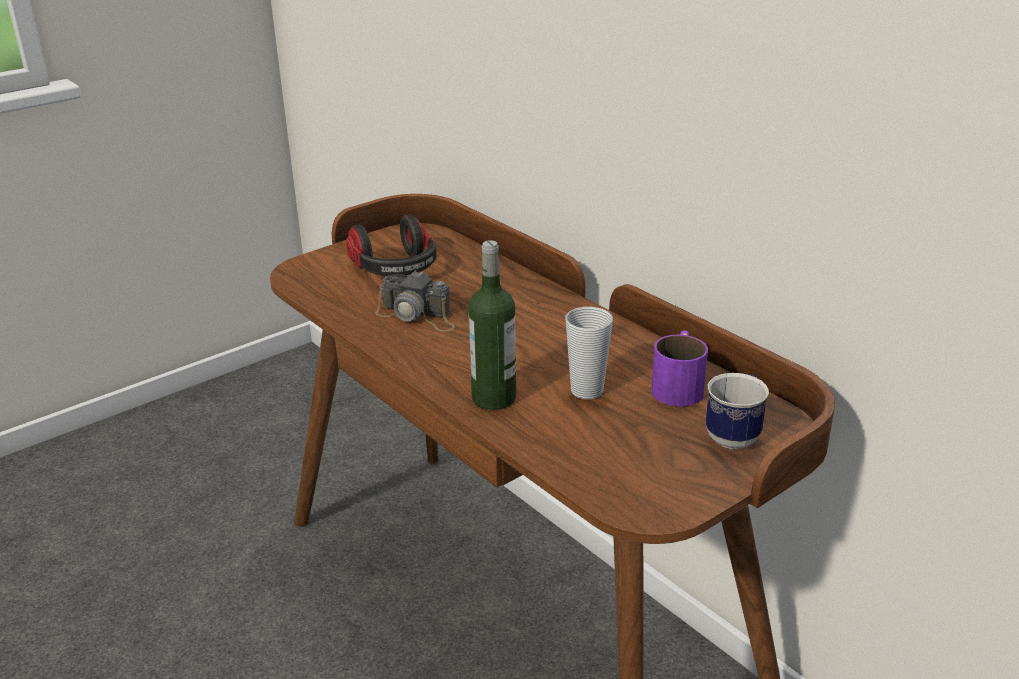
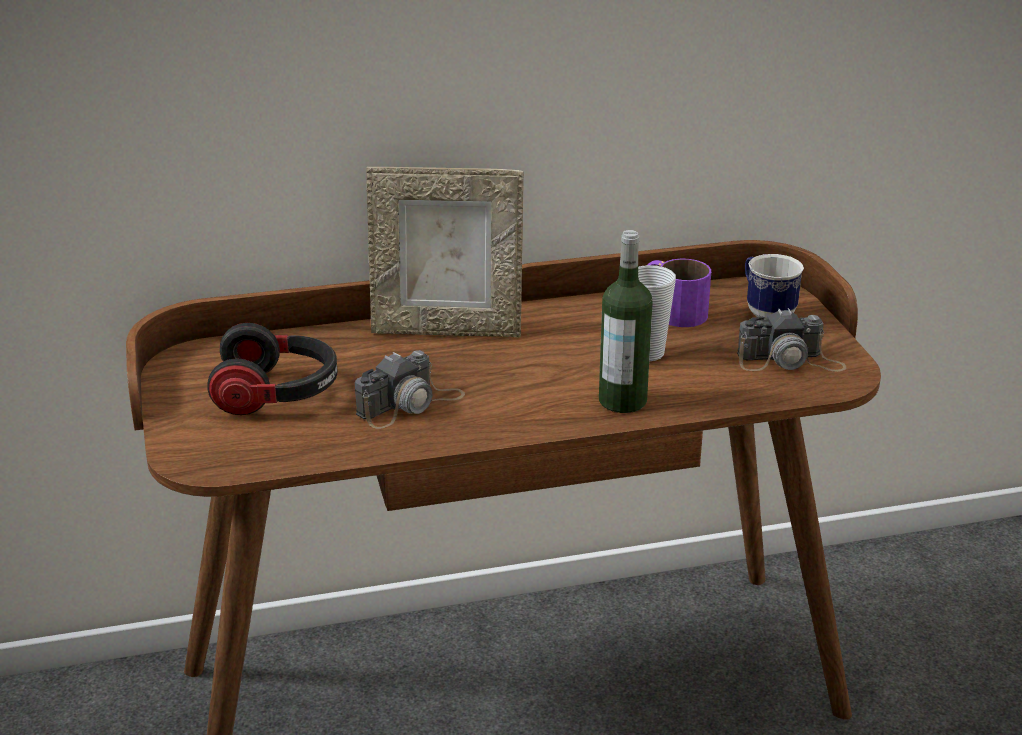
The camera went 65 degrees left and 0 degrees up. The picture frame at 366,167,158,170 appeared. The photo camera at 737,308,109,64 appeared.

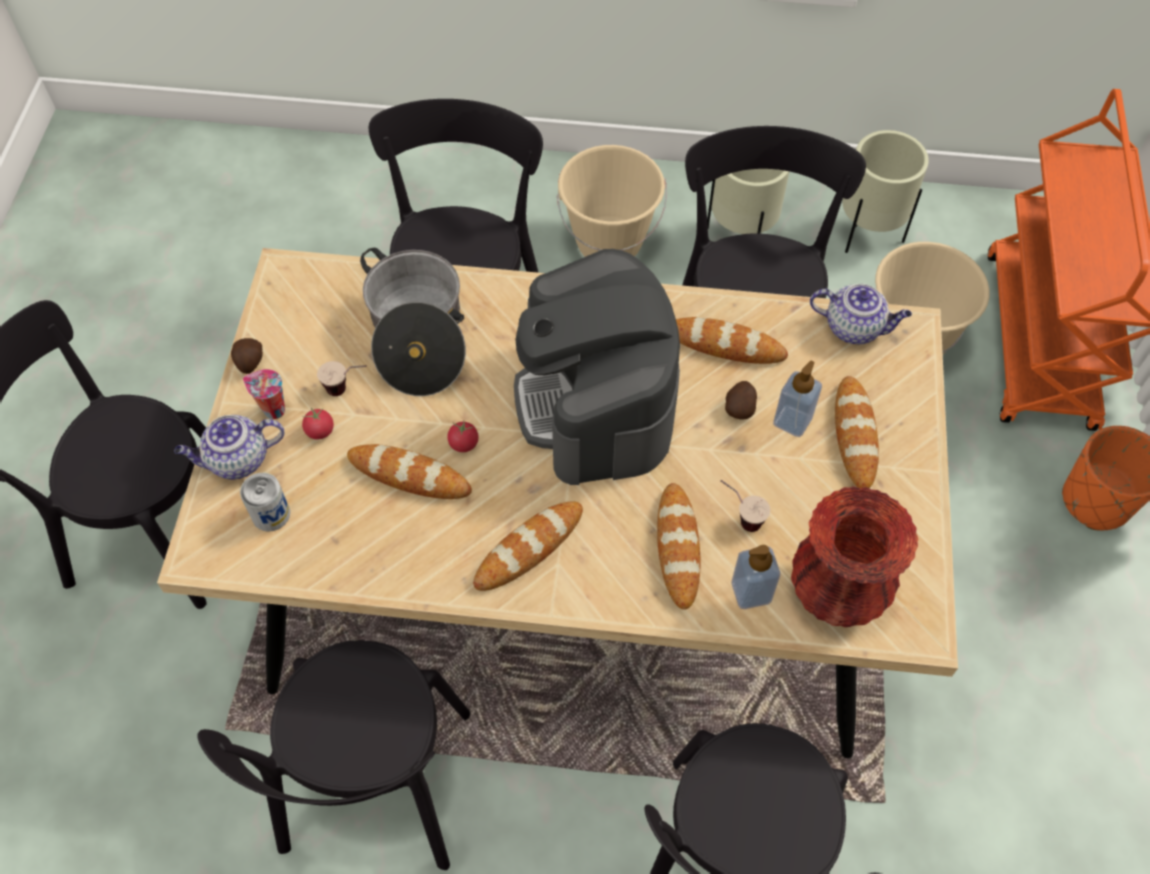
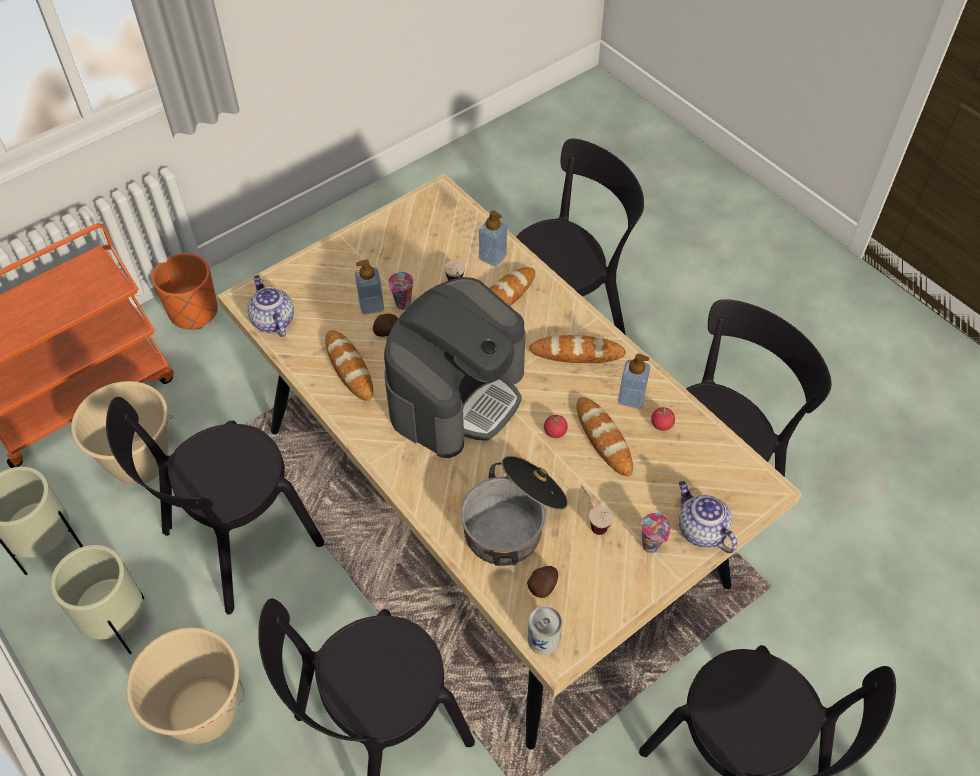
The camera went 135 degrees left and 5 degrees down. The potato moved from 231,338,32,36 to 527,566,31,32. The bread at 835,376,44,112 disappeared. The tomato moved from 302,408,32,32 to 651,407,24,24. The teapot at 174,415,110,64 turned 150 degrees counterclockwise. The can moved from 240,473,50,59 to 528,606,34,49. The vase (red) at 791,487,127,140 disappeared. The cup at 388,272,26,38 appeared. The soap dispenser at 618,353,32,56 appeared.

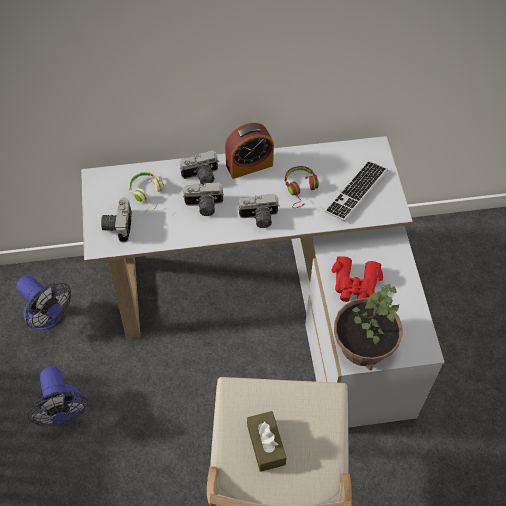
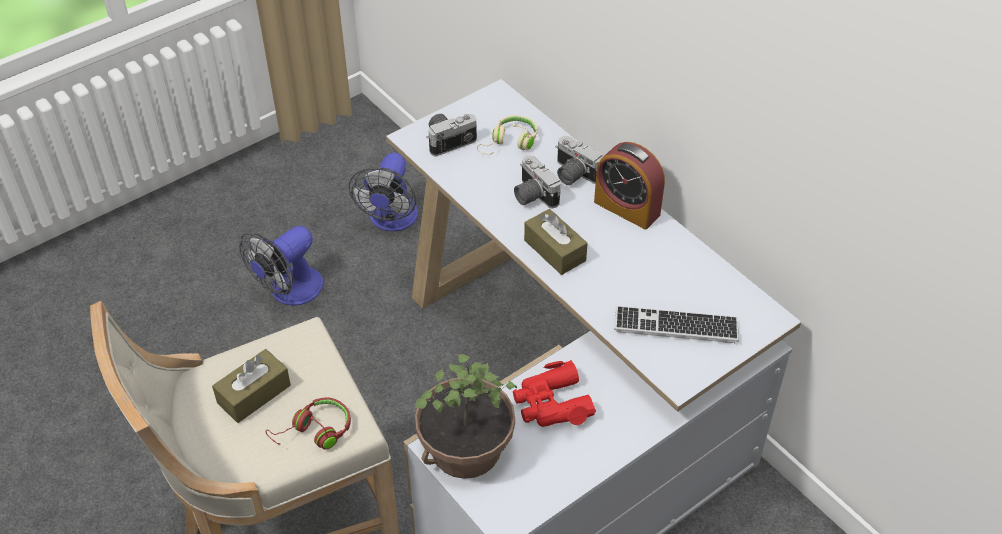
The camera went 60 degrees right and 10 degrees down. The headphones (red) moved from 285,166,34,42 to 265,397,86,53. The photo camera at 238,194,42,34 was replaced by the tissue box (brown) at 524,209,64,66.

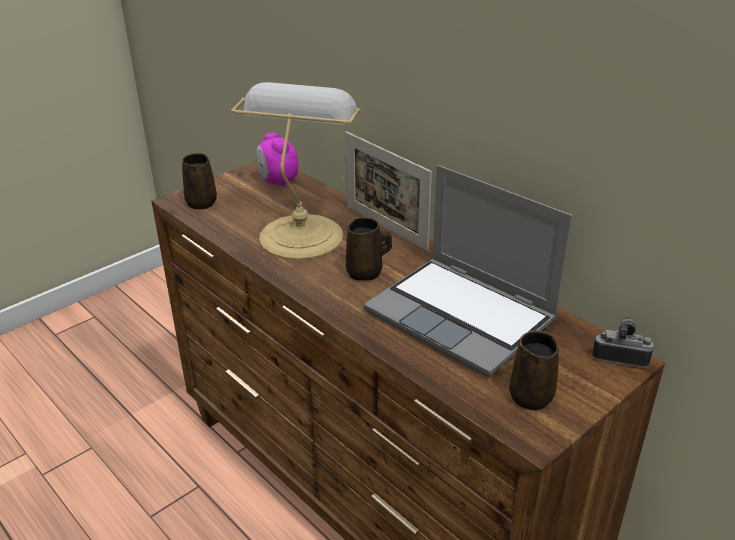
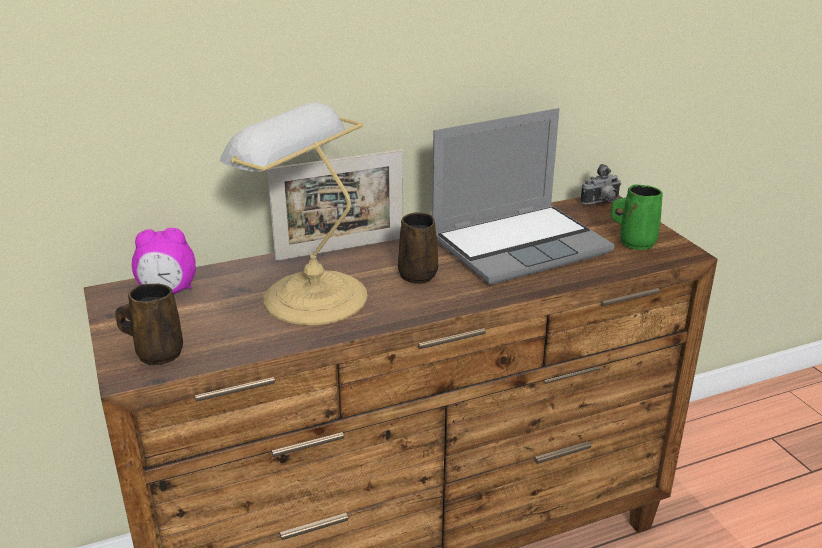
The camera went 70 degrees left and 5 degrees down. The photo camera at 592,316,62,52 turned 150 degrees counterclockwise. The mug (brown) at 509,330,50,80 became the mug (green) at 611,185,52,65.

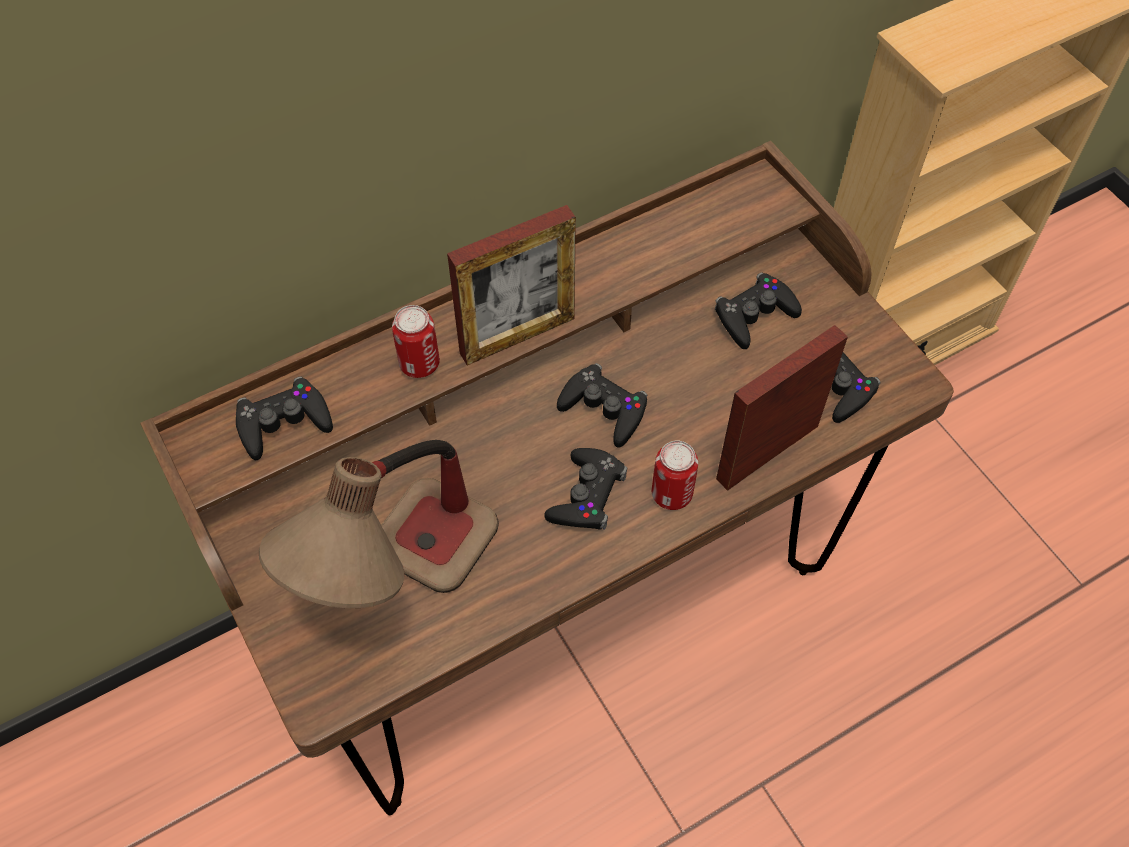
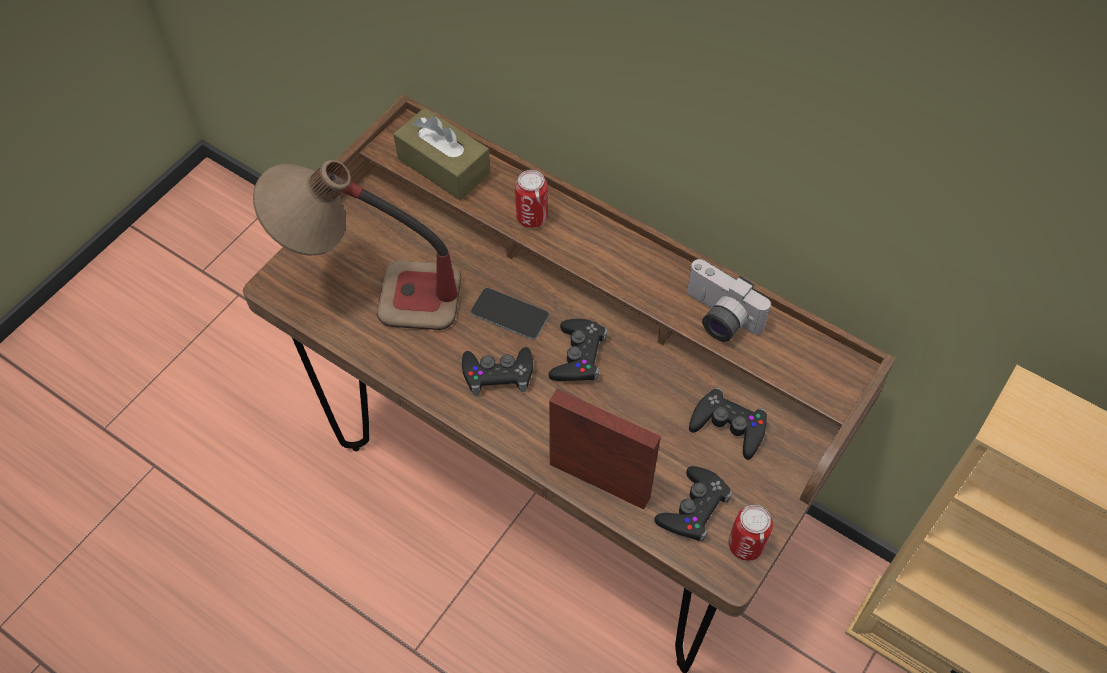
The camera went 65 degrees right and 0 degrees up. The picture frame at 447,205,129,160 disappeared. The game controller (black) at 236,376,97,84 was replaced by the tissue box (brown) at 393,107,98,93. The can moved from 651,441,47,69 to 728,505,45,56. The photo camera at 687,259,84,83 appeared. The phone at 471,288,78,51 appeared.

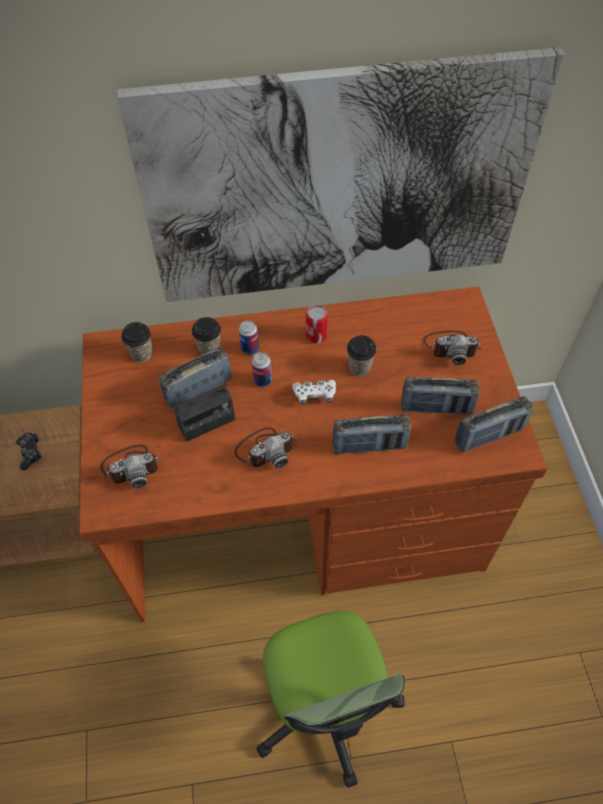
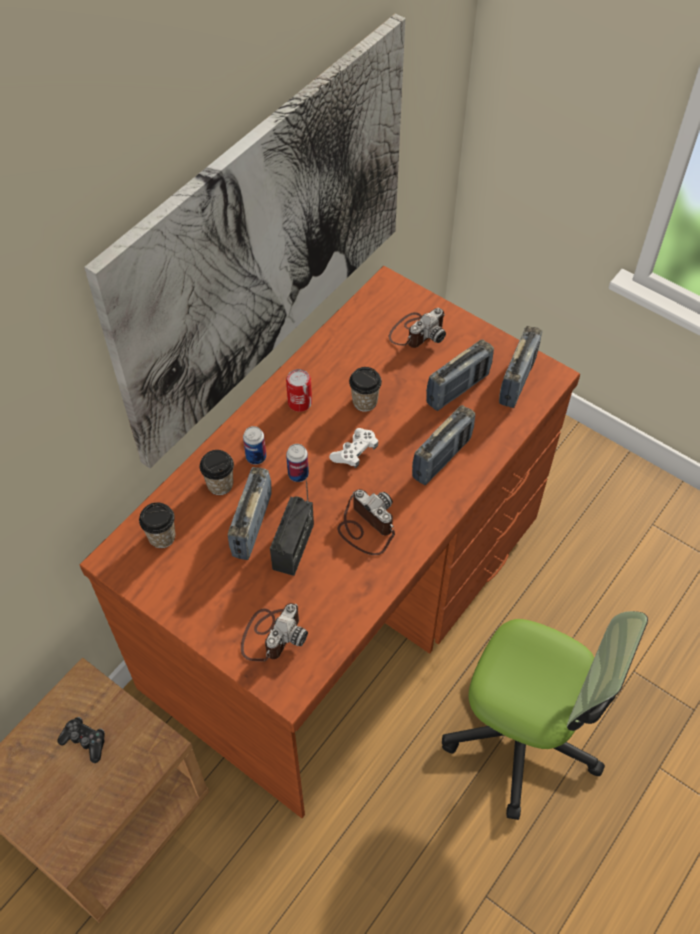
The camera went 45 degrees left and 0 degrees up. The photo camera at 234,427,61,41 turned 60 degrees counterclockwise.

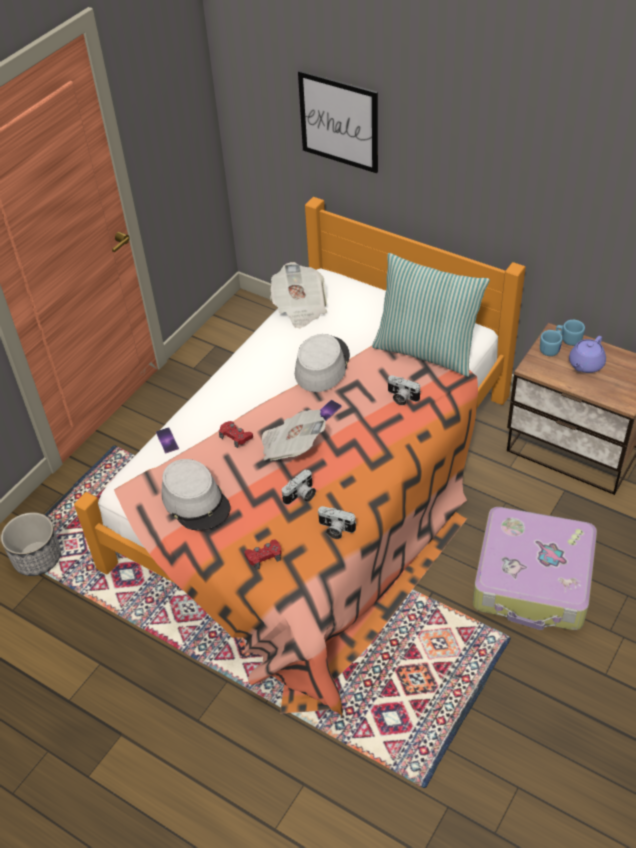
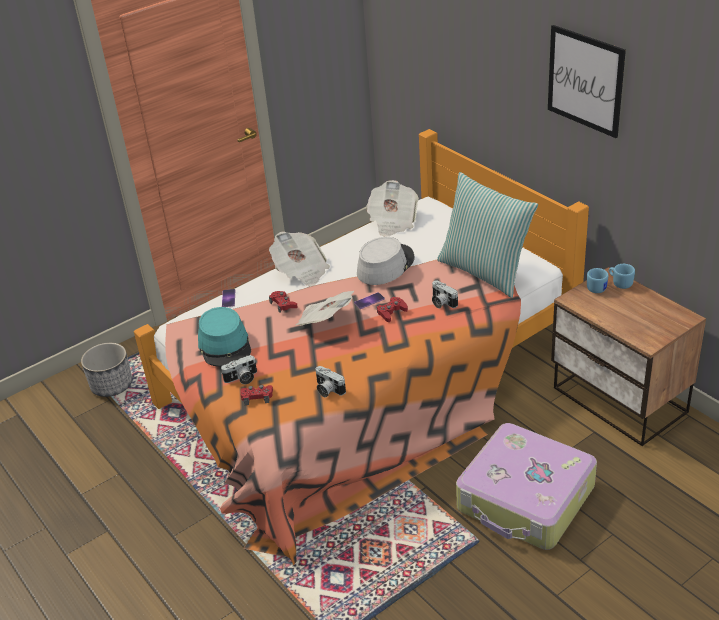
The camera went 20 degrees right and 10 degrees down. The picture moved from 298,70,80,103 to 548,25,78,113. The teapot (purple) at 569,336,37,37 disappeared. The hat (grey) at 162,459,68,71 became the hat (turquoise) at 198,307,53,60. The photo camera moved from 282,469,34,36 to 221,355,36,29. The newspaper at 269,231,61,55 appeared. The game controller (red) at 377,297,31,25 appeared.

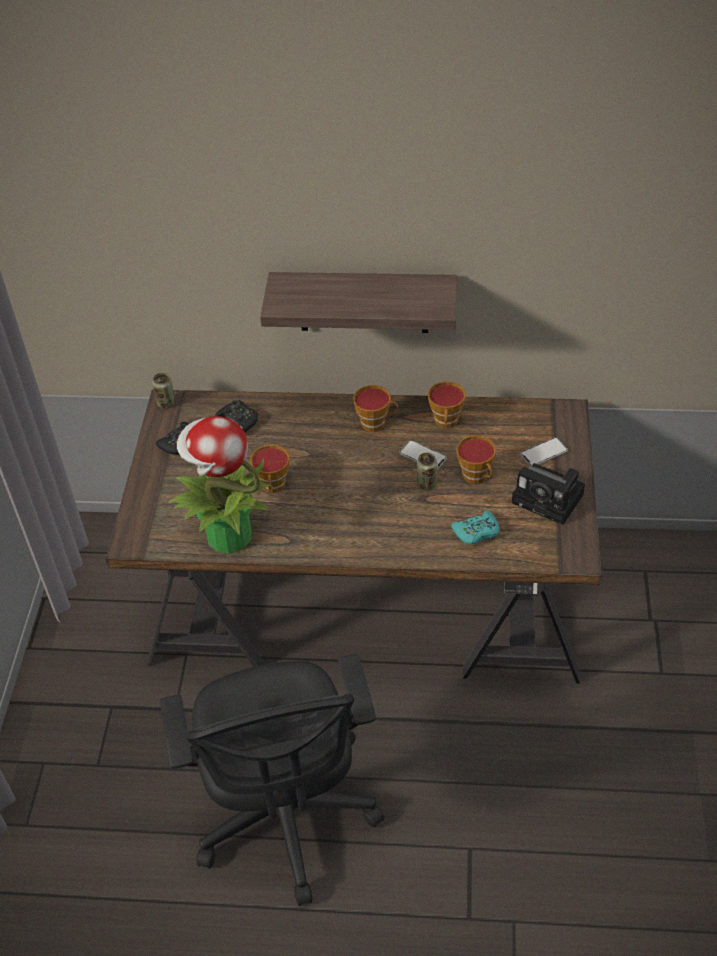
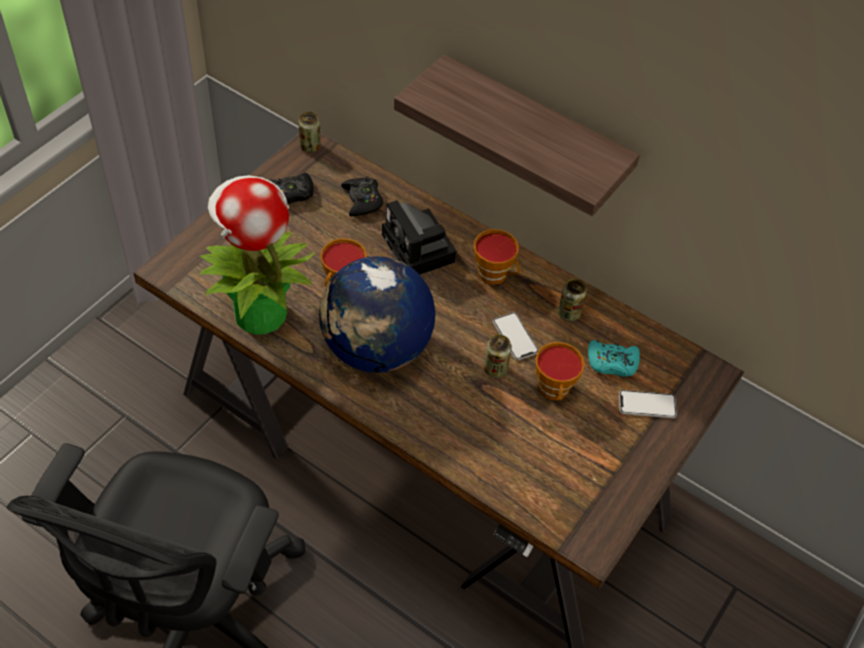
The camera went 25 degrees right and 5 degrees up. The cup at 428,381,38,47 was replaced by the can at 558,279,29,42. The photo camera moved from 512,463,73,62 to 382,200,75,75. The game controller (turquoise) moved from 451,510,49,34 to 588,340,52,36. The globe at 319,256,116,117 appeared.

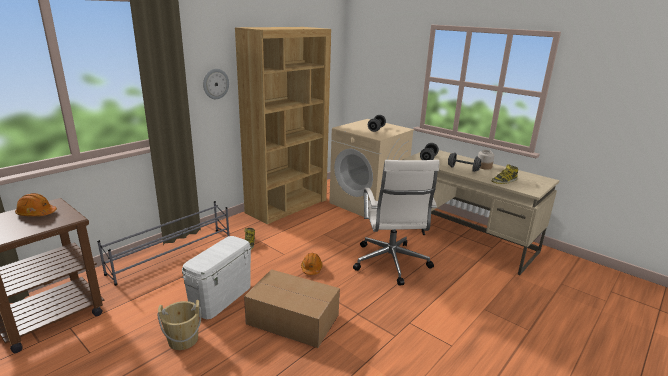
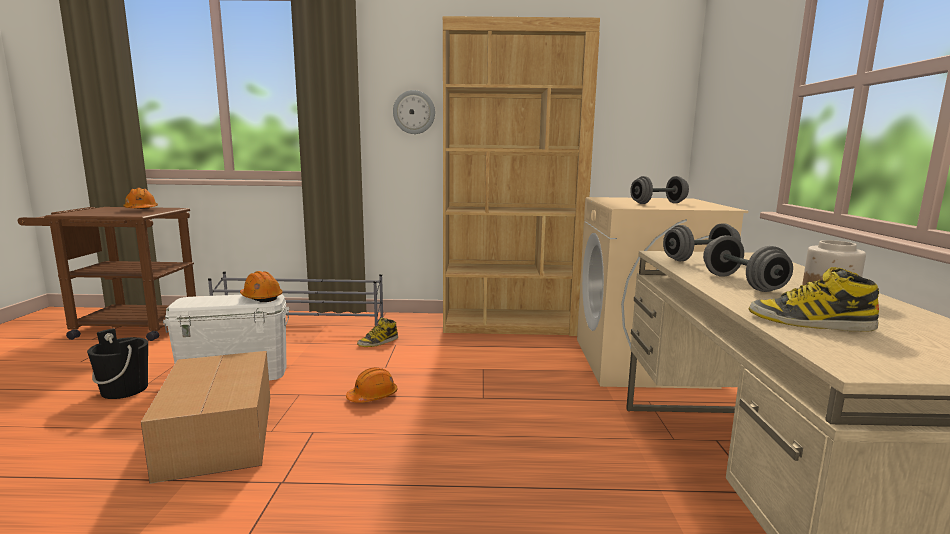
The camera went 50 degrees right and 10 degrees down. The office chair (white) at 353,160,87,126 disappeared. The bucket (beige) at 157,300,44,50 became the bucket (black) at 87,328,61,71. The hard hat (orange) at 240,271,43,31 appeared.

